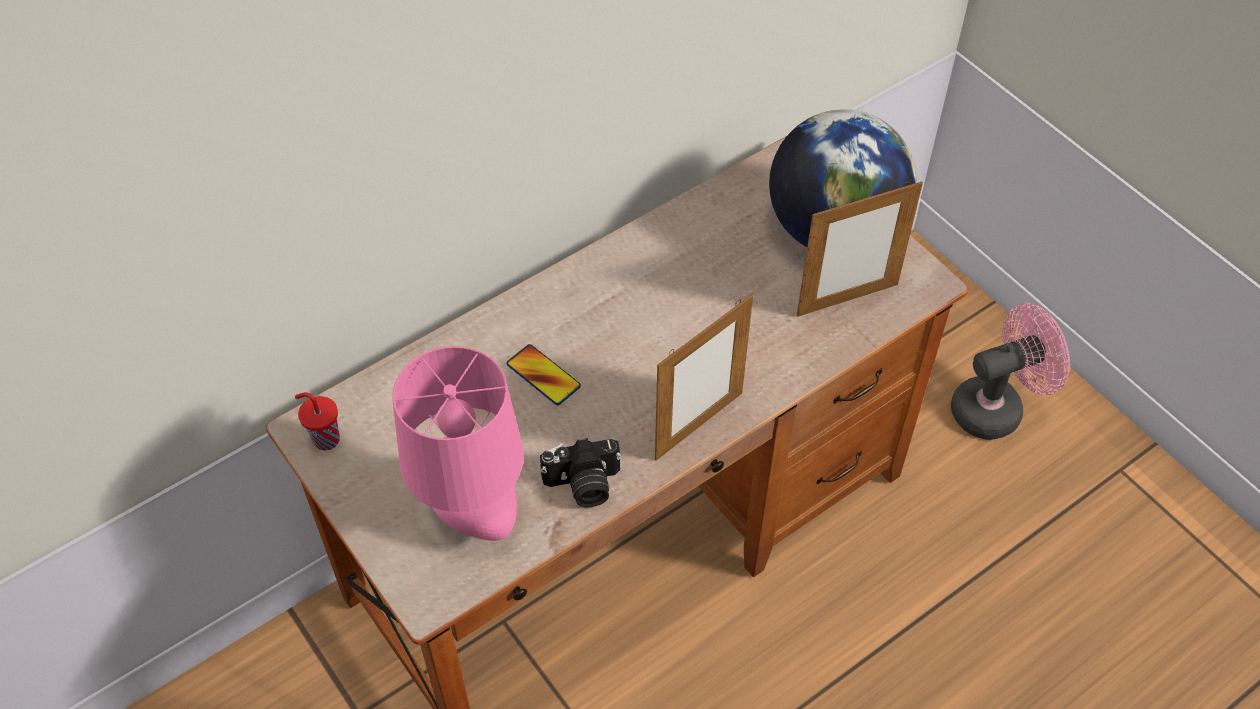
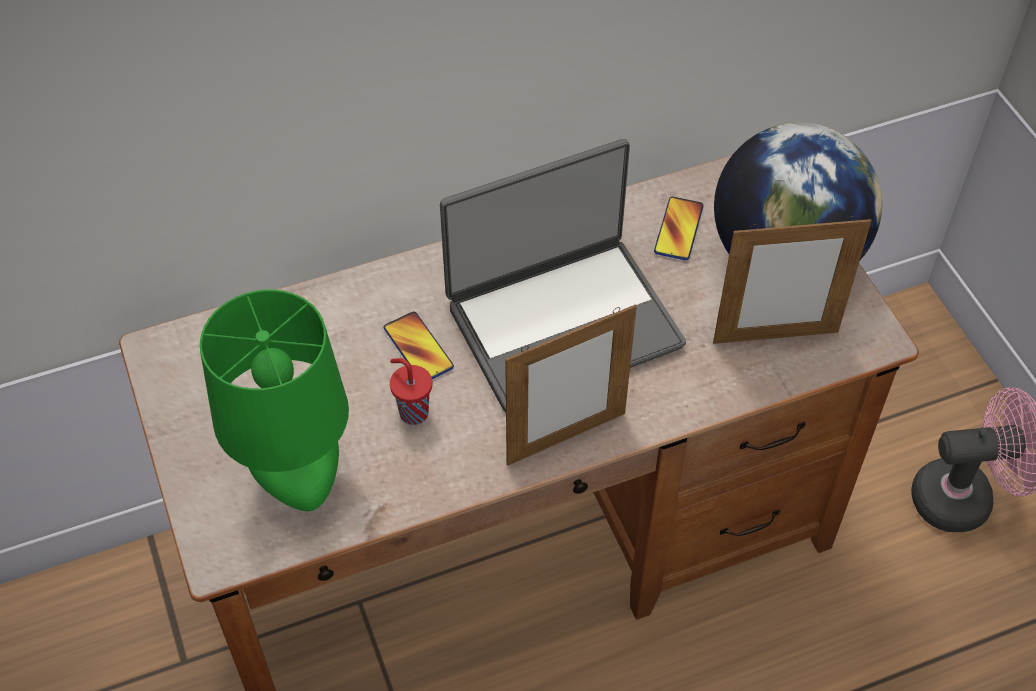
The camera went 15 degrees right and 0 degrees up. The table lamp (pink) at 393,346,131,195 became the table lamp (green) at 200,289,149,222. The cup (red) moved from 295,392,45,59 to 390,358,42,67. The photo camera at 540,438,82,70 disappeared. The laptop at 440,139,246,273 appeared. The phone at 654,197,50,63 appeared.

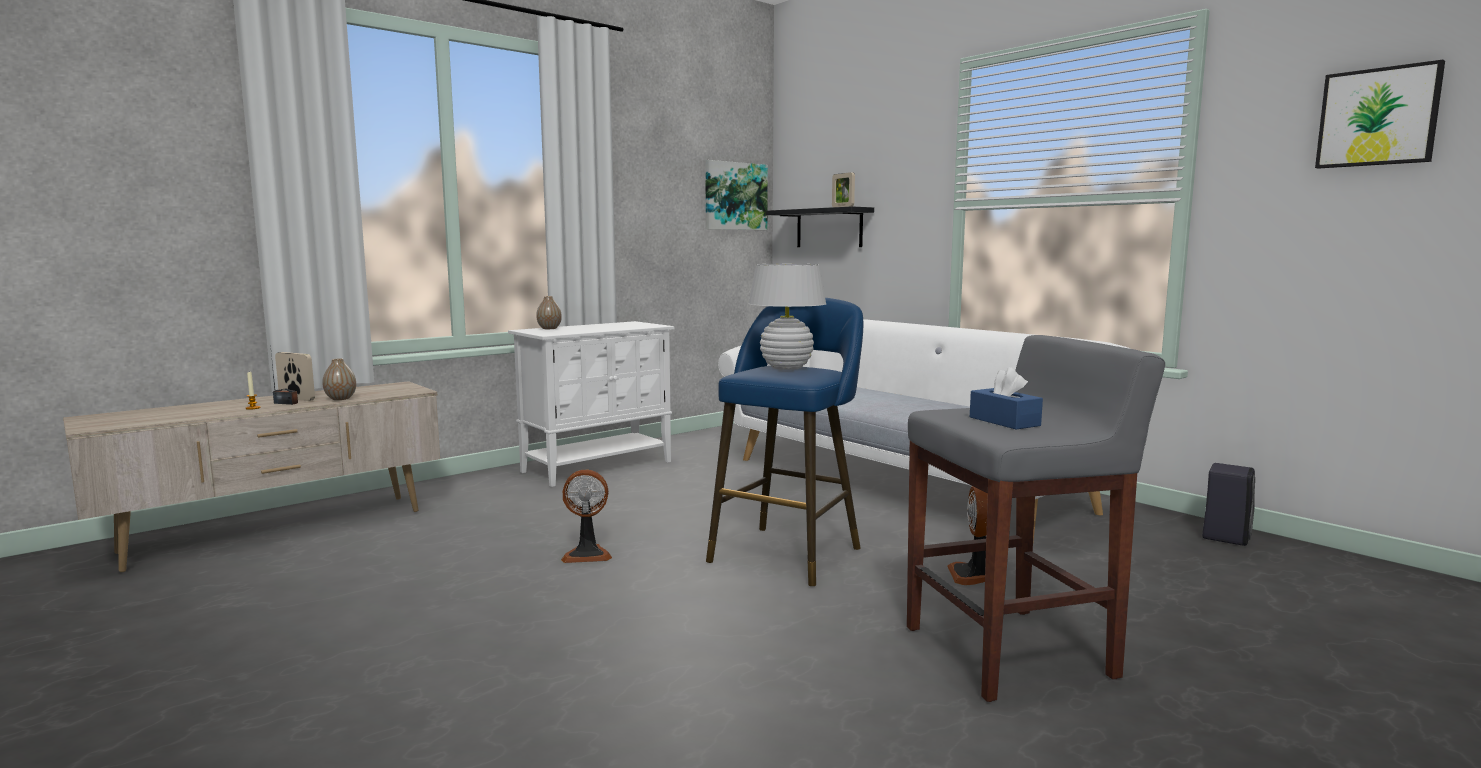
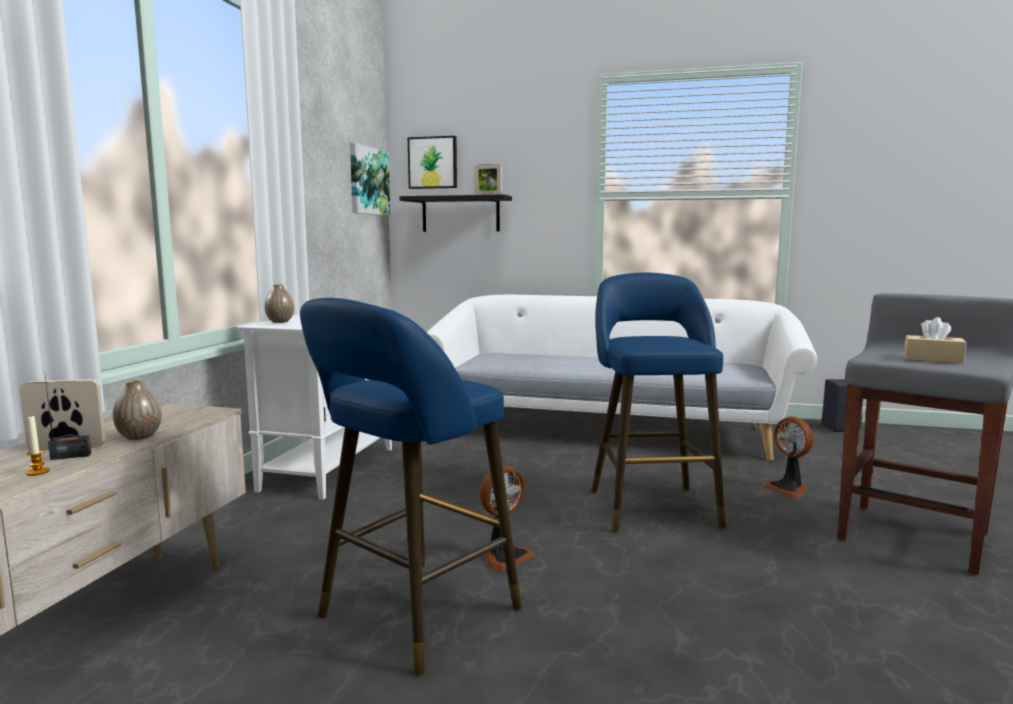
The camera went 35 degrees left and 0 degrees up. The picture moved from 1315,60,130,109 to 408,136,49,53. The table lamp (white) at 748,264,78,106 disappeared. The tissue box (blue) at 970,367,73,62 became the tissue box (beige) at 904,317,63,47. The stool (blue) at 300,298,222,378 appeared.

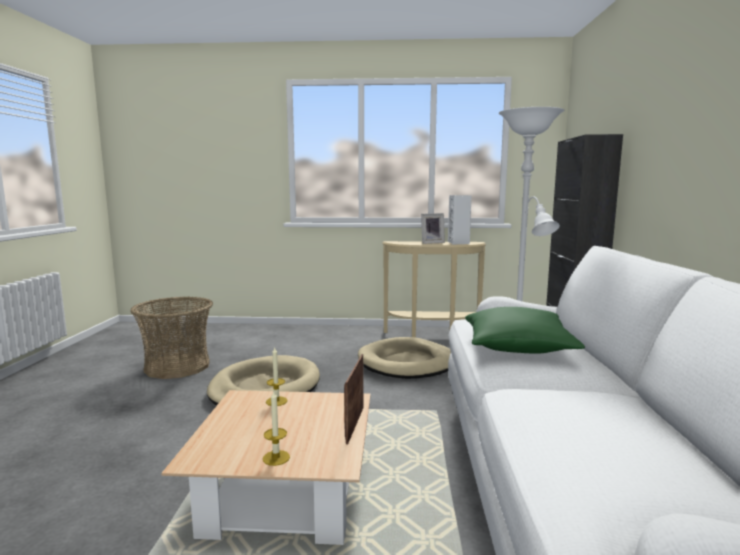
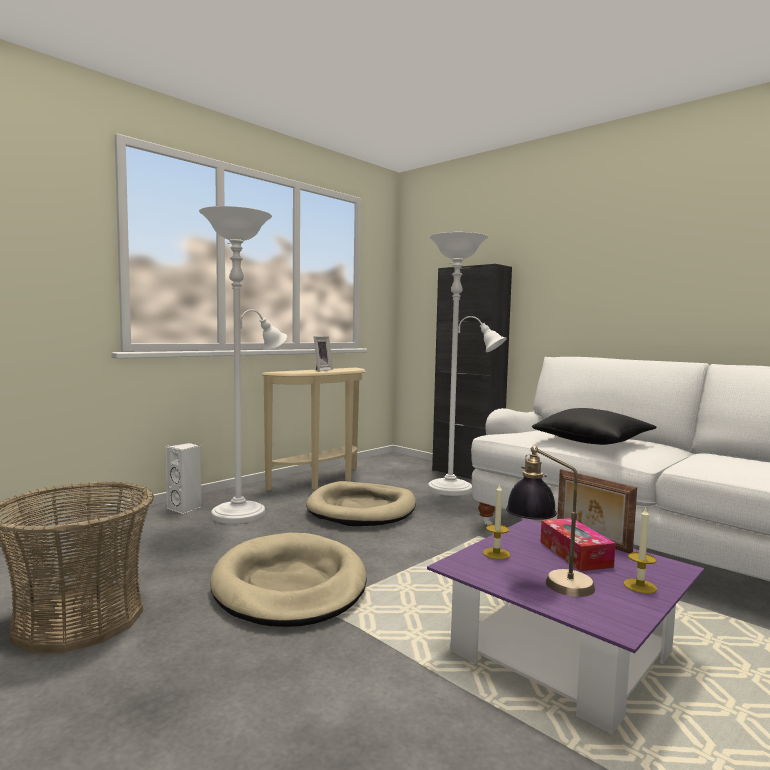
The camera went 50 degrees left and 5 degrees down. The speaker (white) moved from 448,195,24,50 to 166,443,36,71. The pillow (green) at 465,307,120,47 became the pillow (black) at 532,408,125,37. The coffee table (beige) at 161,390,210,155 became the coffee table (purple) at 427,519,277,215. The floor lamp (white) at 199,206,88,318 appeared. The table lamp at 506,446,89,151 appeared. The tissue box at 540,518,76,53 appeared.

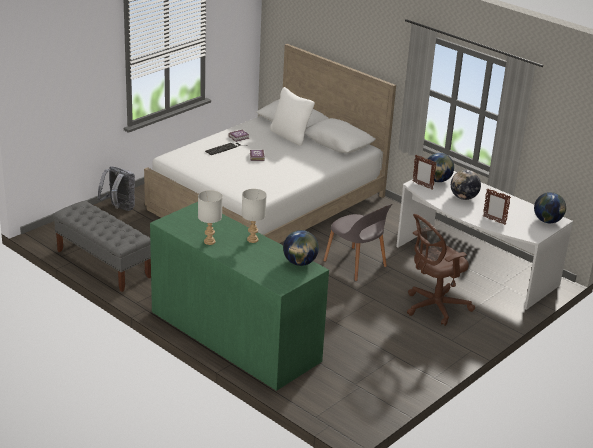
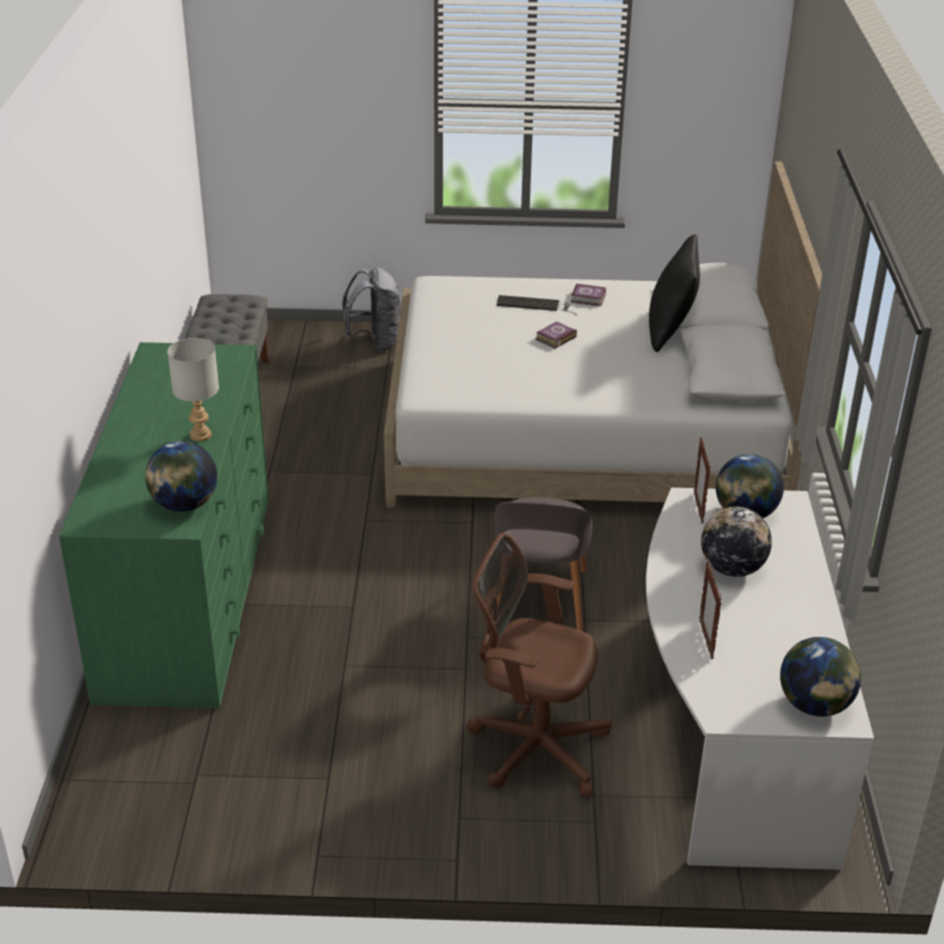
The camera went 50 degrees right and 5 degrees up. The pillow (white) at 270,87,45,59 became the pillow (black) at 649,234,51,118. The table lamp (grey) at 198,190,24,55 disappeared.

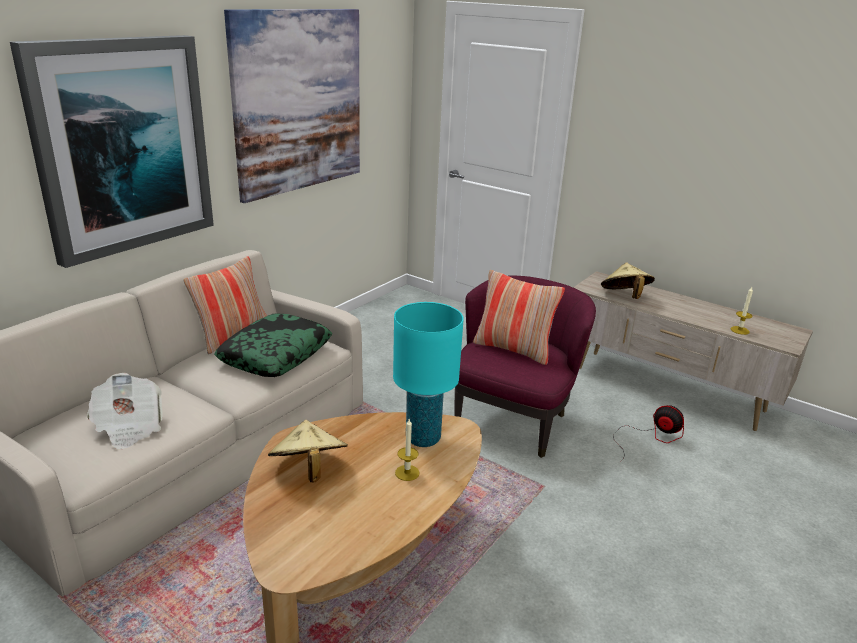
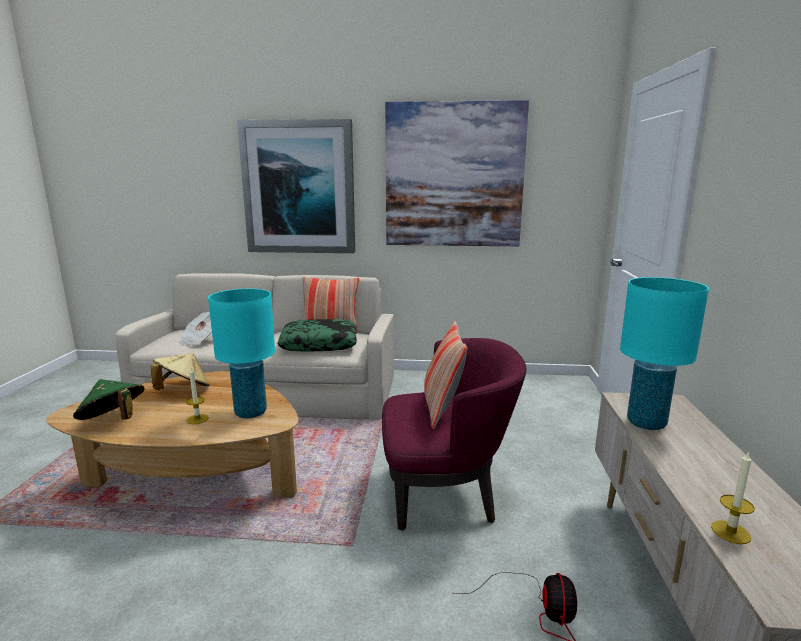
The camera went 60 degrees right and 10 degrees down. The hat (beige) at 601,263,54,36 was replaced by the table lamp (turquoise) at 620,277,89,153. The hat (green) at 73,379,71,41 appeared.

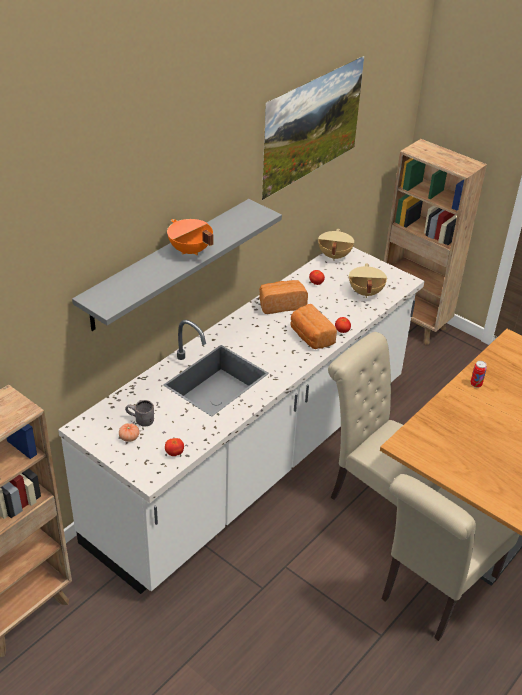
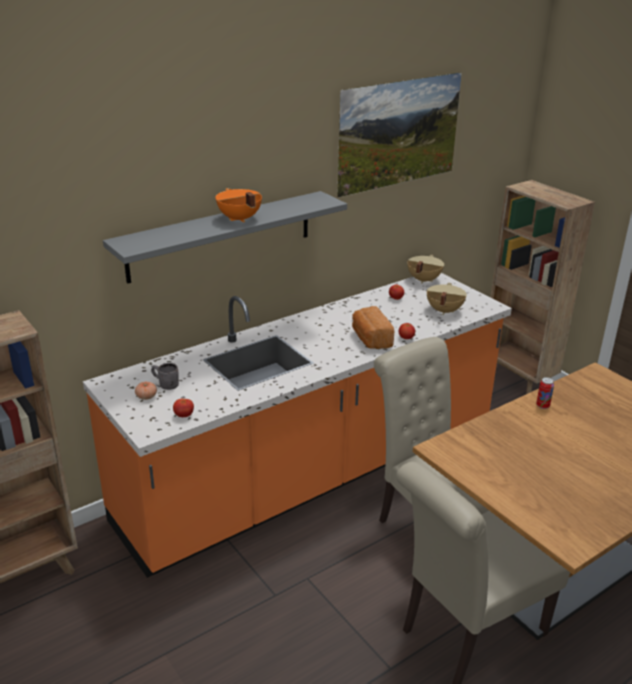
The camera went 15 degrees right and 10 degrees down. The counter (white) at 58,247,367,347 became the counter (orange) at 83,273,429,305. The bread at 259,280,49,34 disappeared.

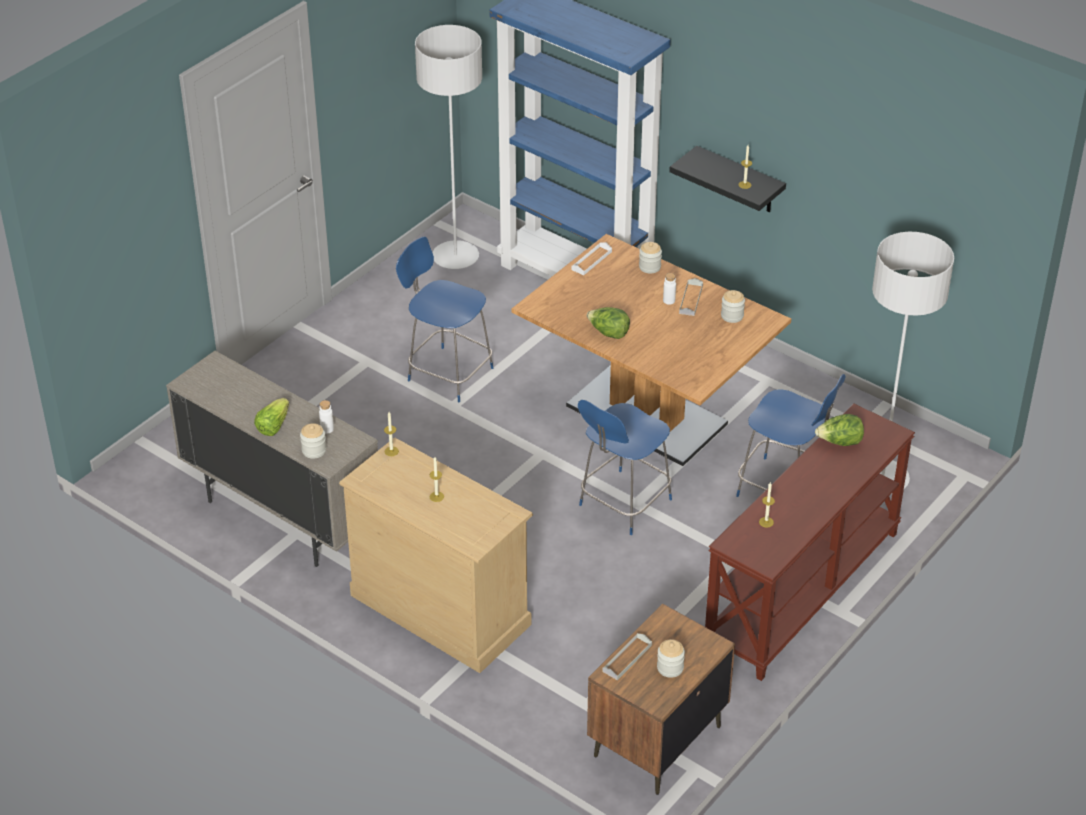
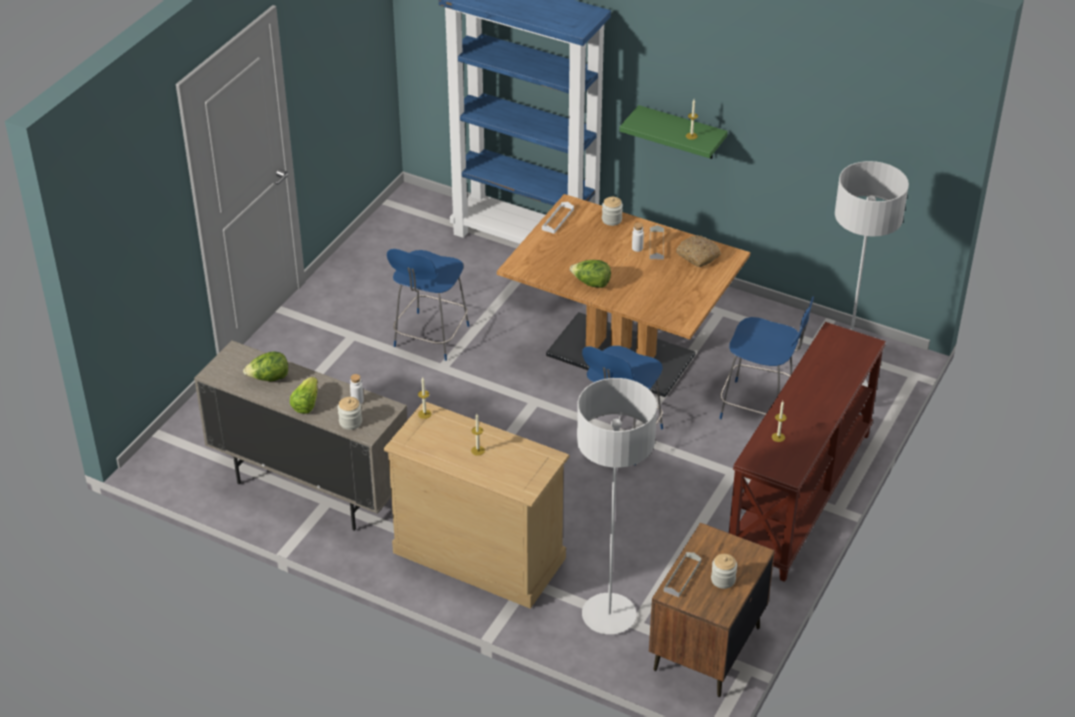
The camera went 10 degrees left and 0 degrees up. The floor lamp (grey) moved from 415,25,67,244 to 577,378,80,257. The shelf (black) at 669,146,117,66 became the shelf (green) at 620,105,108,54. The chair (blue) at 396,236,97,166 turned 90 degrees counterclockwise. The jar at 721,290,24,33 was replaced by the bread at 676,235,45,32. The lettuce moved from 815,414,49,32 to 243,351,45,30.

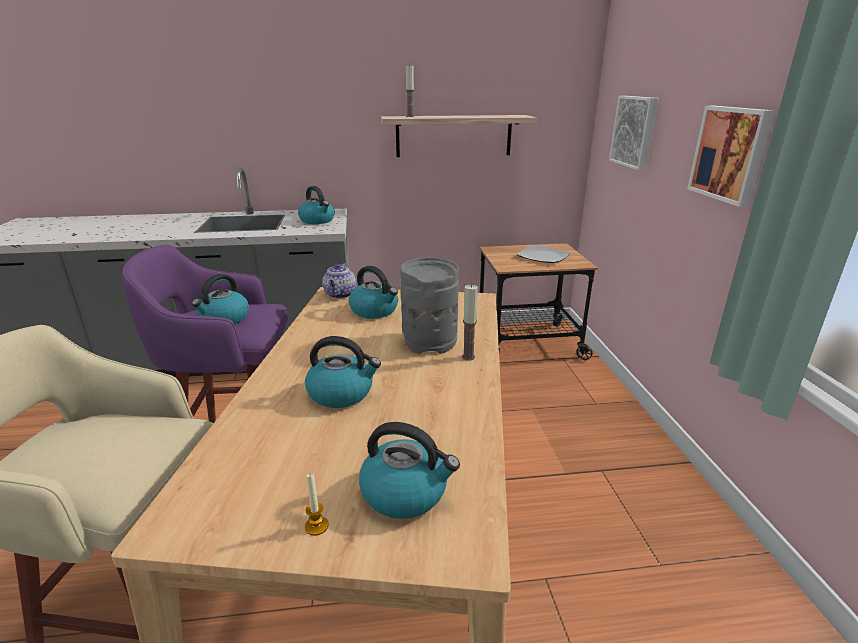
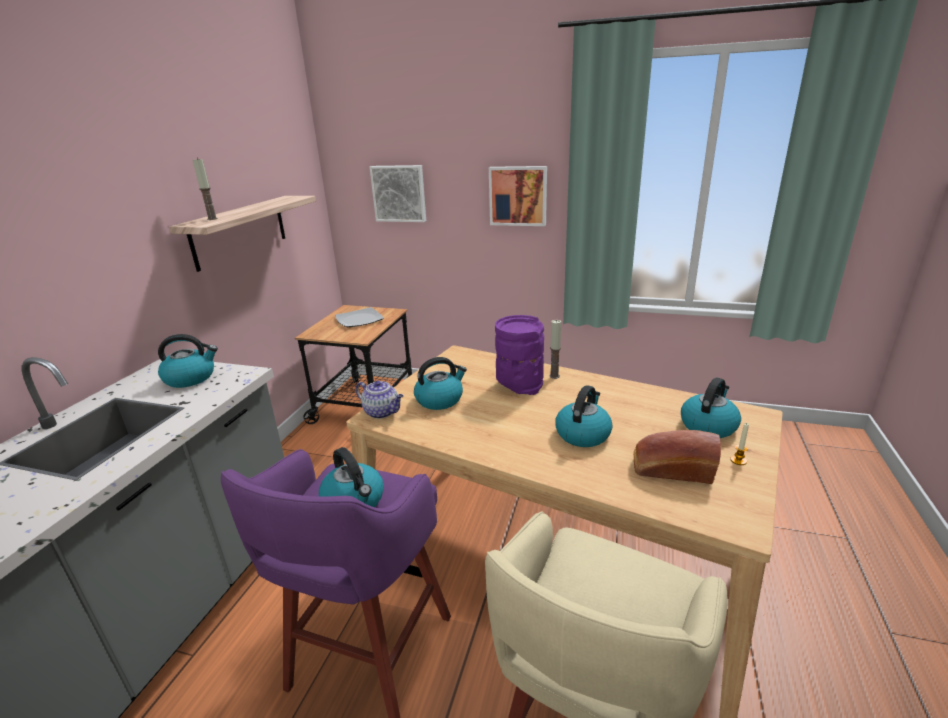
The camera went 65 degrees left and 0 degrees up. The vase (grey) at 400,258,59,96 became the vase (purple) at 495,315,49,80. The bread at 634,430,87,54 appeared.

